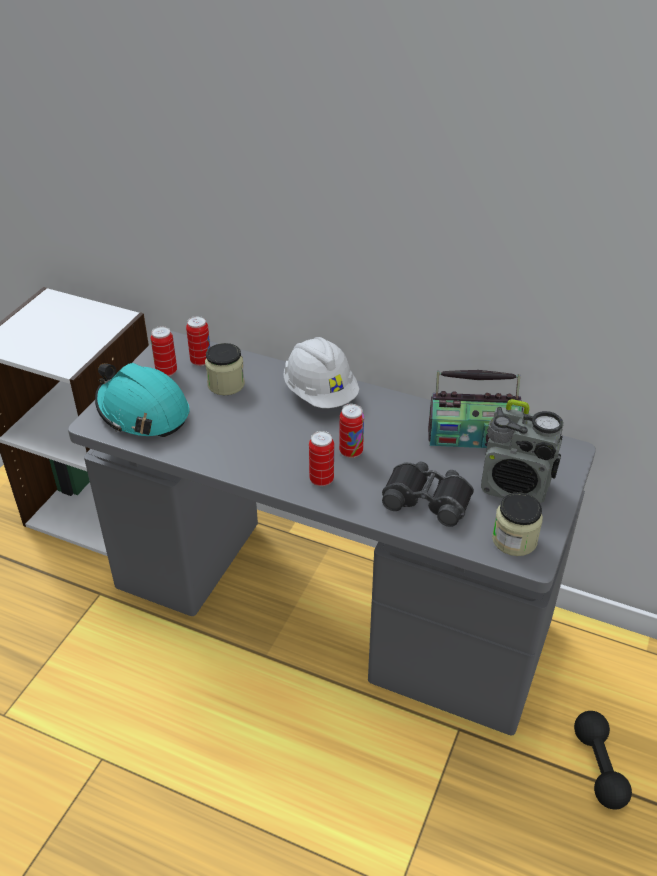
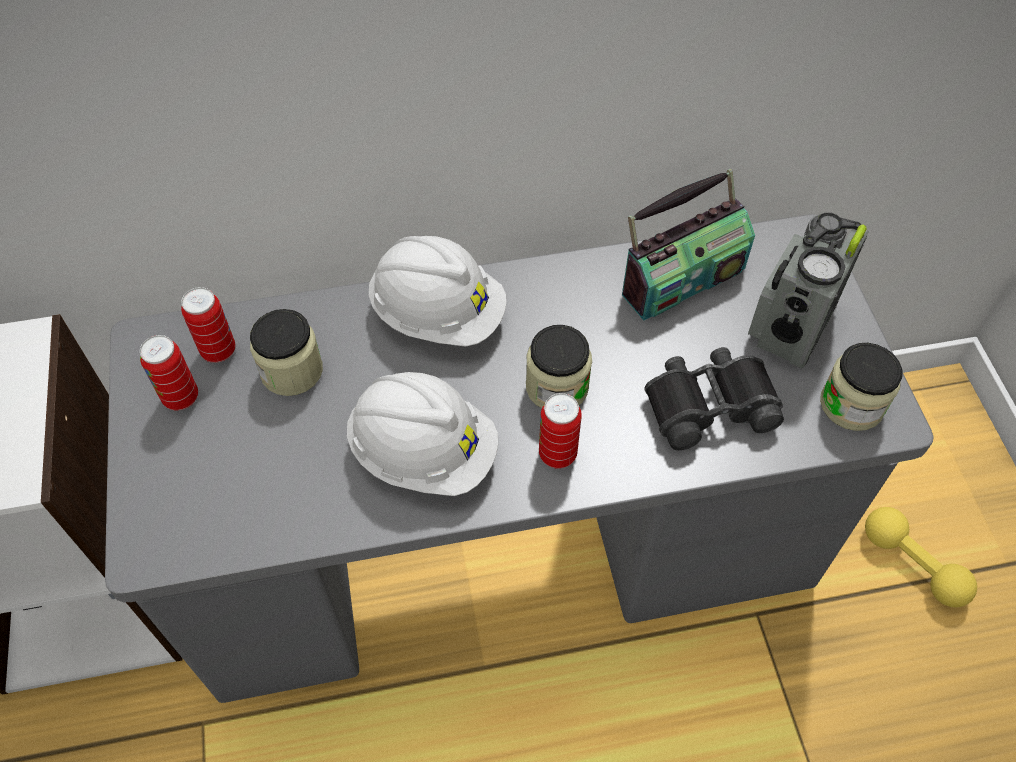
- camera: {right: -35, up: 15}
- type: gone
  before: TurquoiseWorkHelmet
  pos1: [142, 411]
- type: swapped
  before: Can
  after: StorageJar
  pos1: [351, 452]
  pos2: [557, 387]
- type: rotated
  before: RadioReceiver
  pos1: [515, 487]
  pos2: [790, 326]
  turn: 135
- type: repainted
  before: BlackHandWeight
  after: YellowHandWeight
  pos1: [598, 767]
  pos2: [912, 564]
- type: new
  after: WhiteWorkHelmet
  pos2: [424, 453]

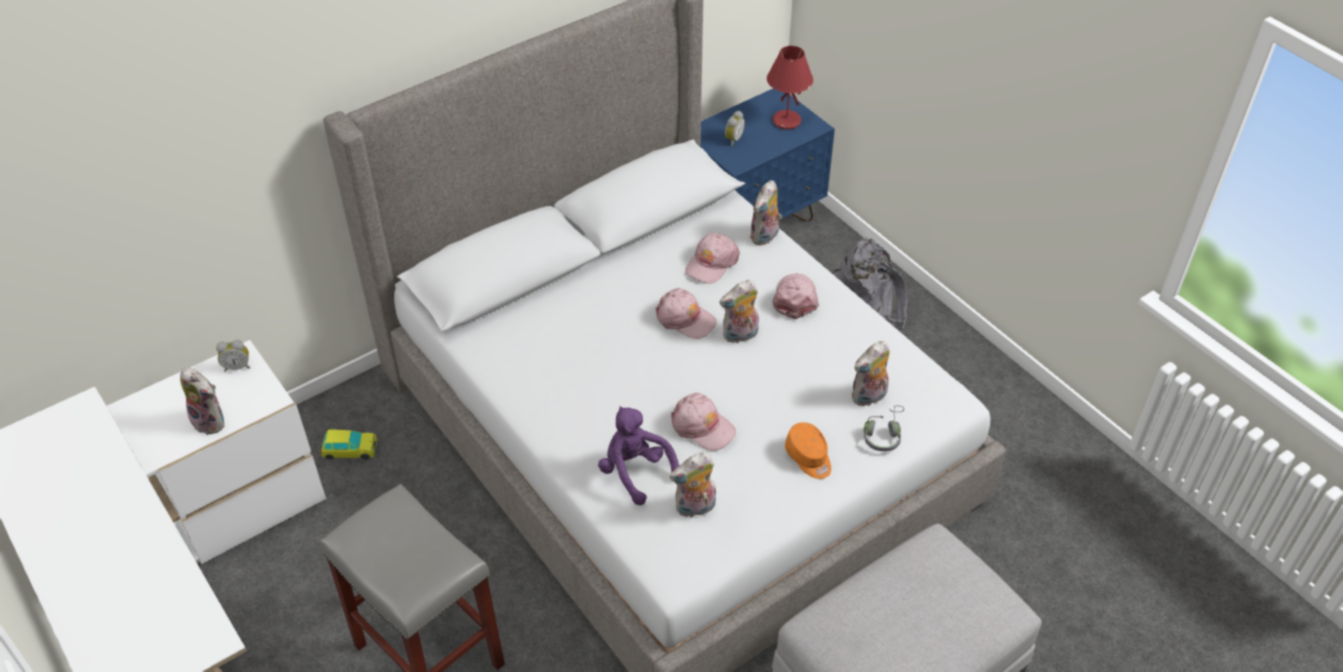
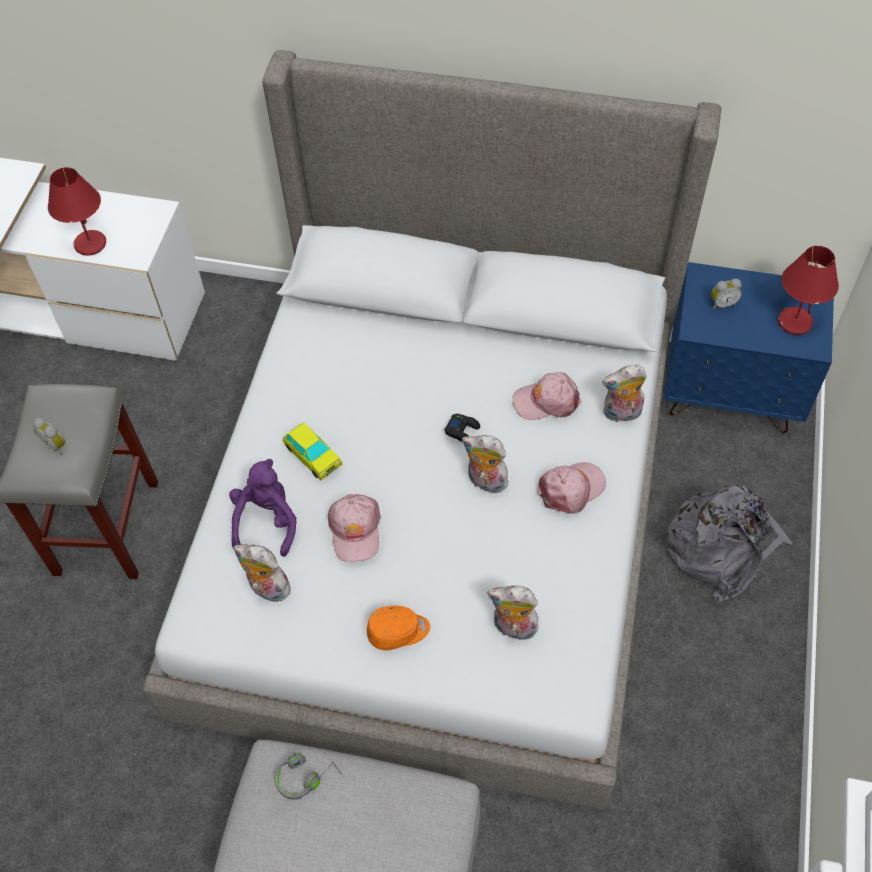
- camera: {right: 50, up: 10}
- type: swapped
  before: SoftToy
  after: RedLampForATable
  pos1: [211, 421]
  pos2: [90, 244]
- type: shifted
  before: BedsideClock
  pos1: [237, 366]
  pos2: [56, 445]
- type: shifted
  before: ModelCar
  pos1: [350, 450]
  pos2: [313, 456]
- type: swapped
  before: PinkPeakedCap
  after: BlackJoypad
  pos1: [685, 319]
  pos2: [462, 431]
- type: rotated
  before: OrangePeakedCap
  pos1: [809, 458]
  pos2: [399, 631]
  turn: -120
- type: shifted
  before: GreyHeadphones
  pos1: [883, 434]
  pos2: [305, 776]

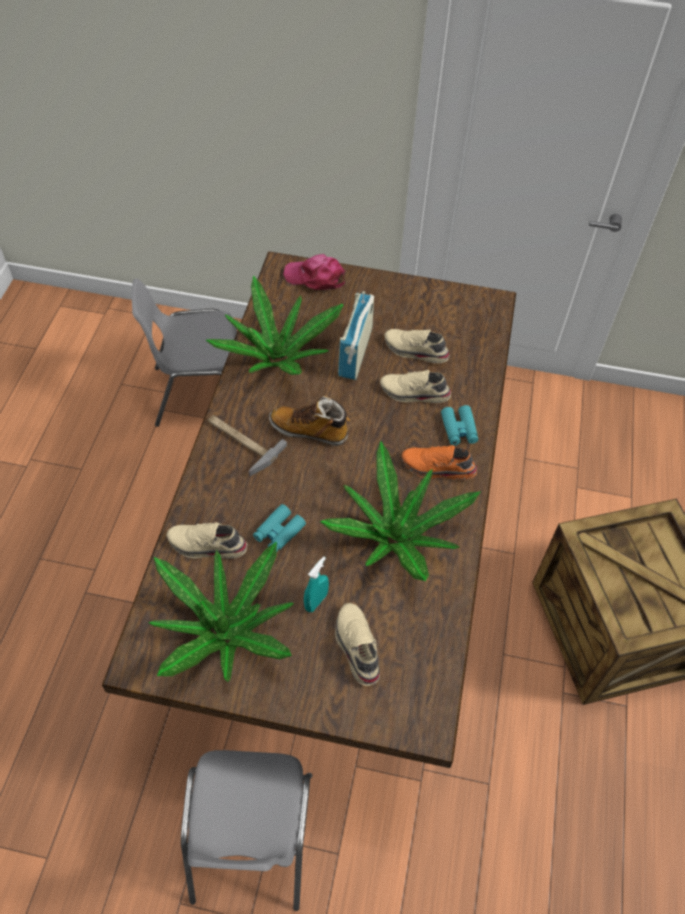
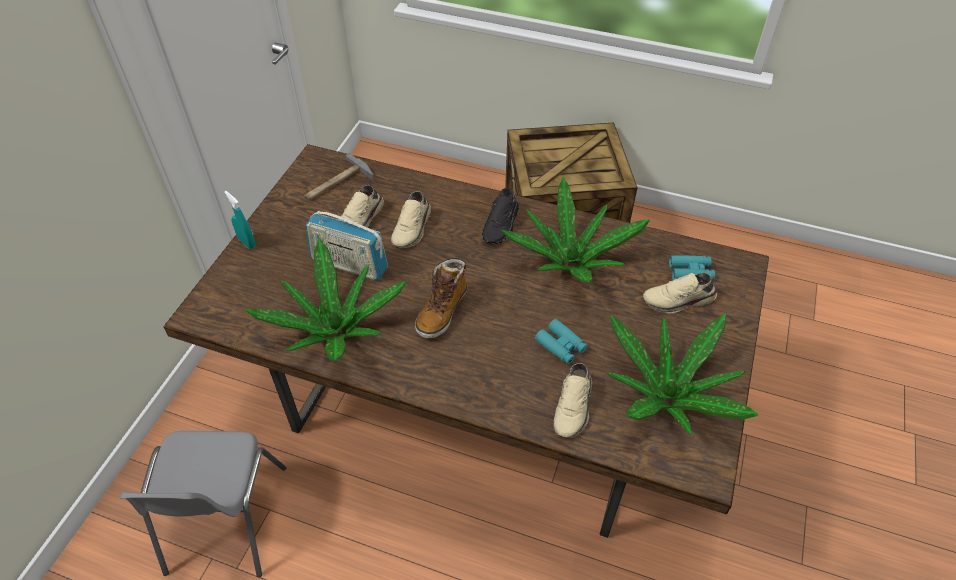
- camera: {right: -80, up: -5}
- type: gone
  before: GreyPlainChair
  pos1: [250, 839]
- type: shifted
  before: Hammer
  pos1: [240, 442]
  pos2: [337, 183]
- type: gone
  before: PinkPeakedCap
  pos1: [315, 277]
- type: shifted
  before: TurquoiseHandSprayer
  pos1: [316, 601]
  pos2: [247, 242]
- type: repainted
  before: OrangeShoe
  after: BlackShoe
  pos1: [437, 469]
  pos2: [502, 225]
- type: shifted
  before: TurquoisePairOfBinoculars
  pos1: [459, 429]
  pos2: [690, 272]

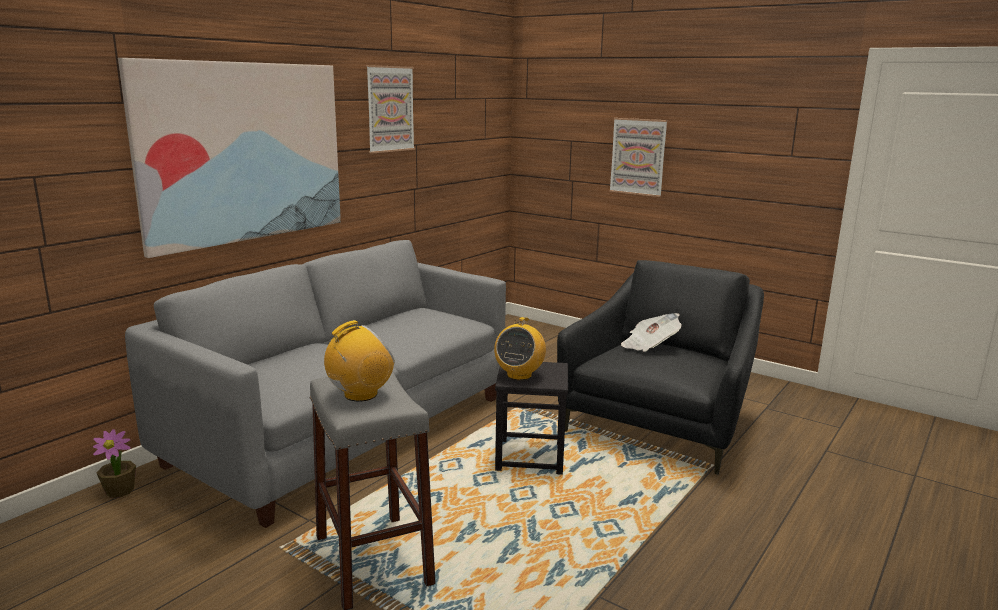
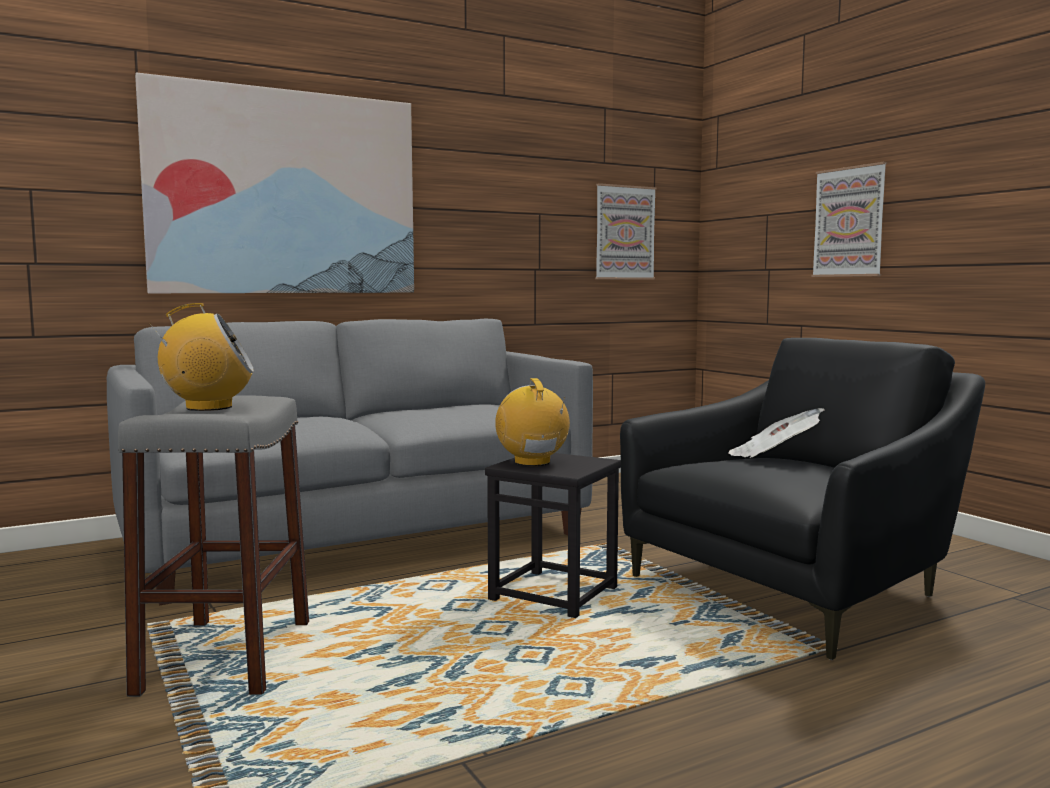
- camera: {right: 25, up: -10}
- type: gone
  before: Houseplant
  pos1: [120, 491]
- type: shifted
  before: WallArt
  pos1: [390, 109]
  pos2: [624, 233]
- type: rotated
  before: RadioReceiver
  pos1: [519, 375]
  pos2: [532, 462]
  turn: 120

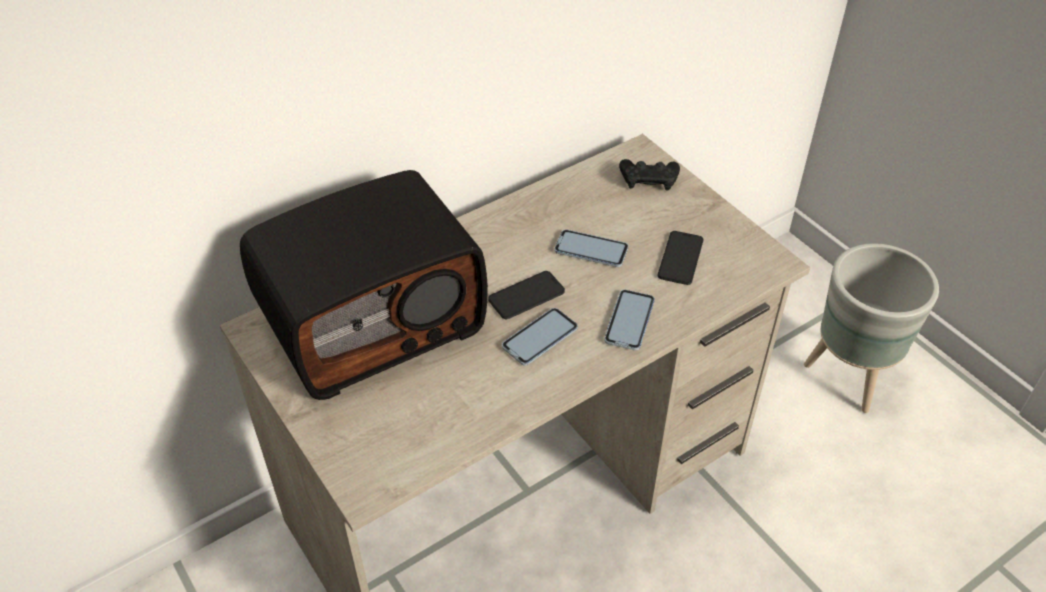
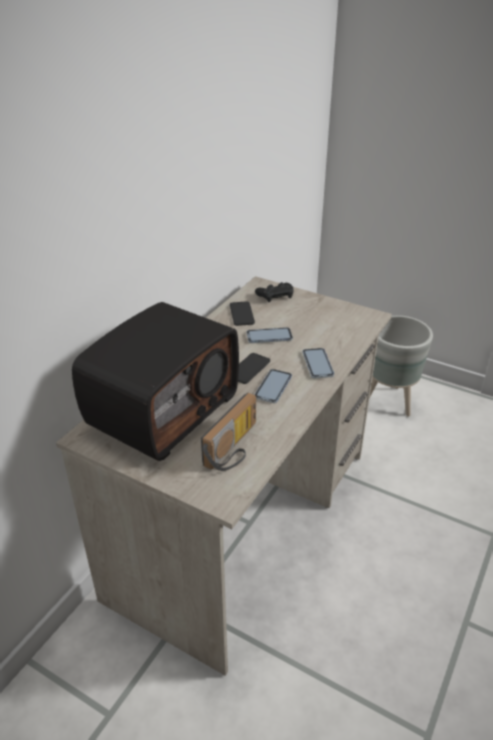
- camera: {right: -25, up: -10}
- type: shifted
  before: Handset
  pos1: [680, 258]
  pos2: [241, 314]
- type: new
  after: RadioReceiver
  pos2: [235, 448]

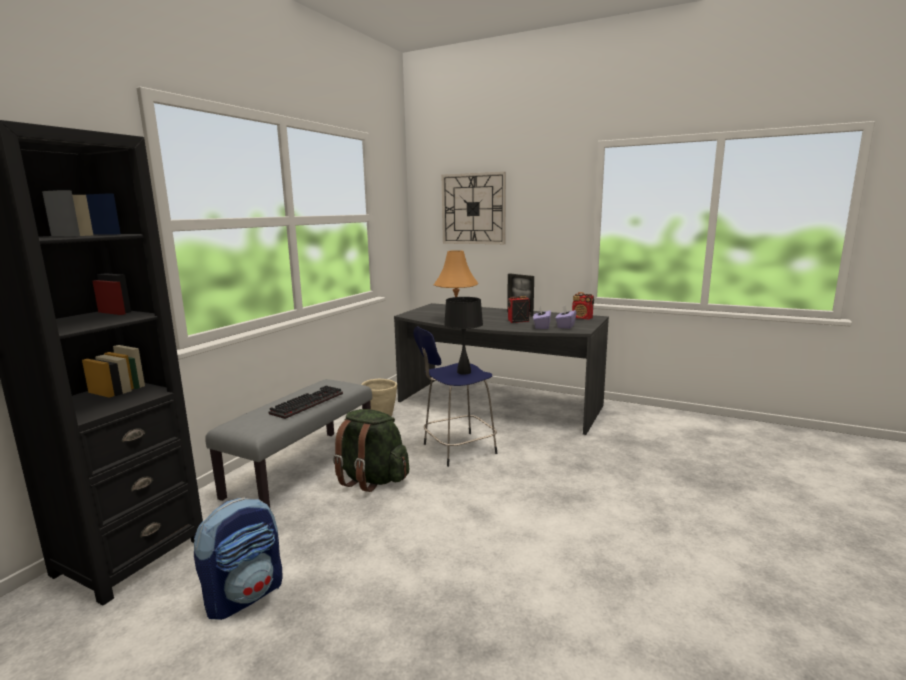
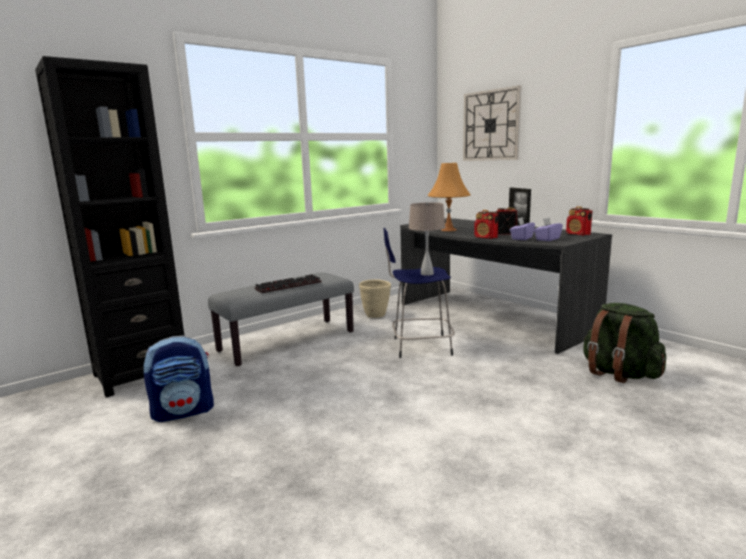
- camera: {right: 25, up: 0}
- type: shifted
  before: GreenColouredBackpack
  pos1: [372, 479]
  pos2: [619, 373]
- type: repainted
  before: BlackLampForATable
  after: BeigeLampForATable
  pos1: [464, 372]
  pos2: [427, 274]
- type: new
  after: RadioReceiver
  pos2: [486, 237]

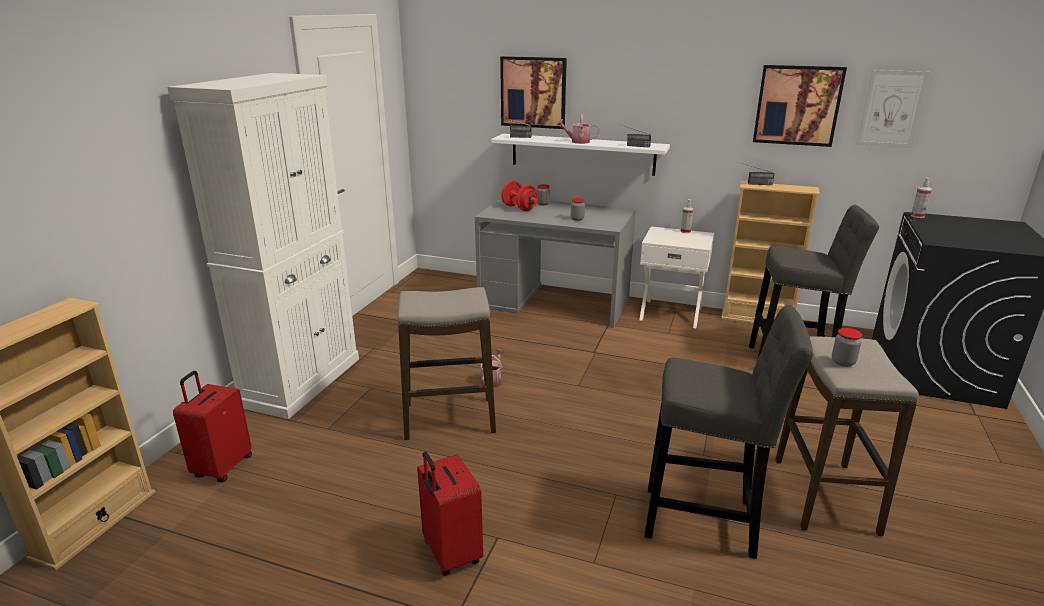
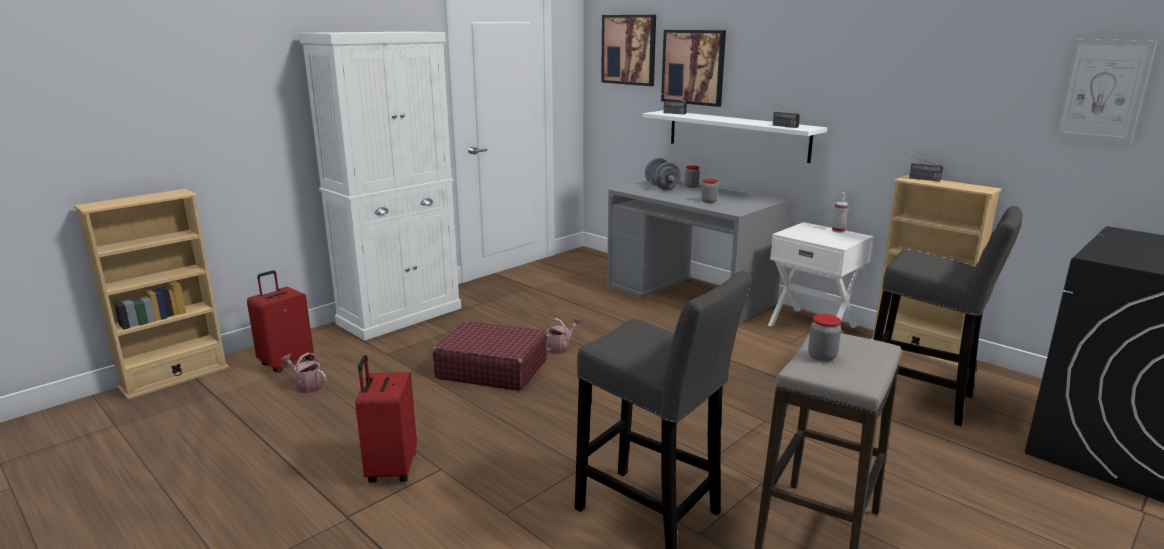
- camera: {right: 25, up: -5}
- type: swapped
  before: StoolSeat
  after: RedPieceOfLuggage
  pos1: [449, 419]
  pos2: [492, 369]
- type: repainted
  before: RedHandWeight
  after: GreyHandWeight
  pos1: [519, 208]
  pos2: [662, 187]
- type: shifted
  before: WateringPot
  pos1: [577, 141]
  pos2: [306, 386]
- type: shifted
  before: WallArt
  pos1: [797, 105]
  pos2: [629, 49]
- type: gone
  before: HandSprayer
  pos1: [917, 216]

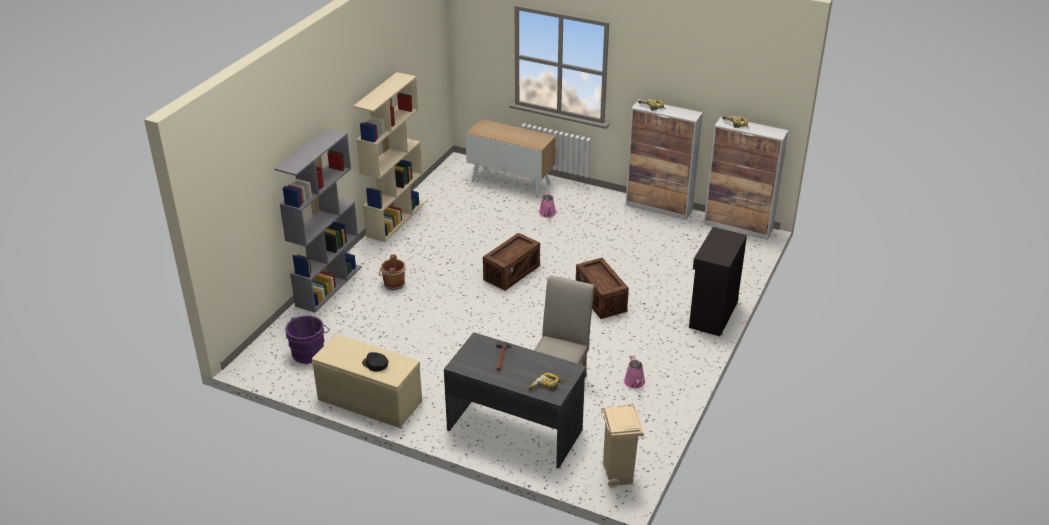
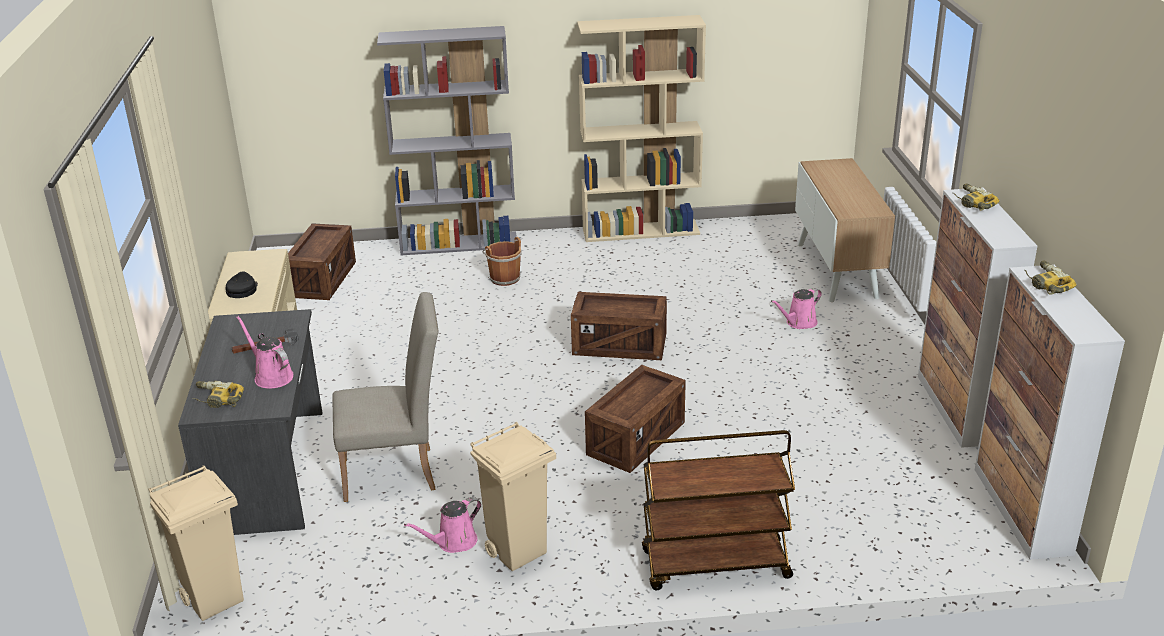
- camera: {right: 60, up: -5}
- type: swapped
  before: PurplePail
  after: Crate
  pos1: [310, 352]
  pos2: [323, 280]
- type: swapped
  before: BlackCupboard
  after: BrownishCart
  pos1: [712, 315]
  pos2: [714, 565]
- type: new
  after: PinkWateringPot
  pos2: [271, 376]
- type: new
  after: BeigeTrashCan
  pos2: [518, 552]

